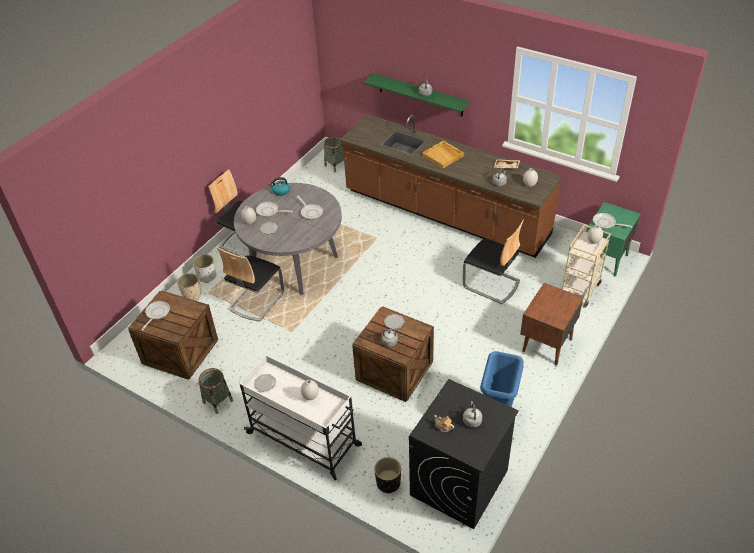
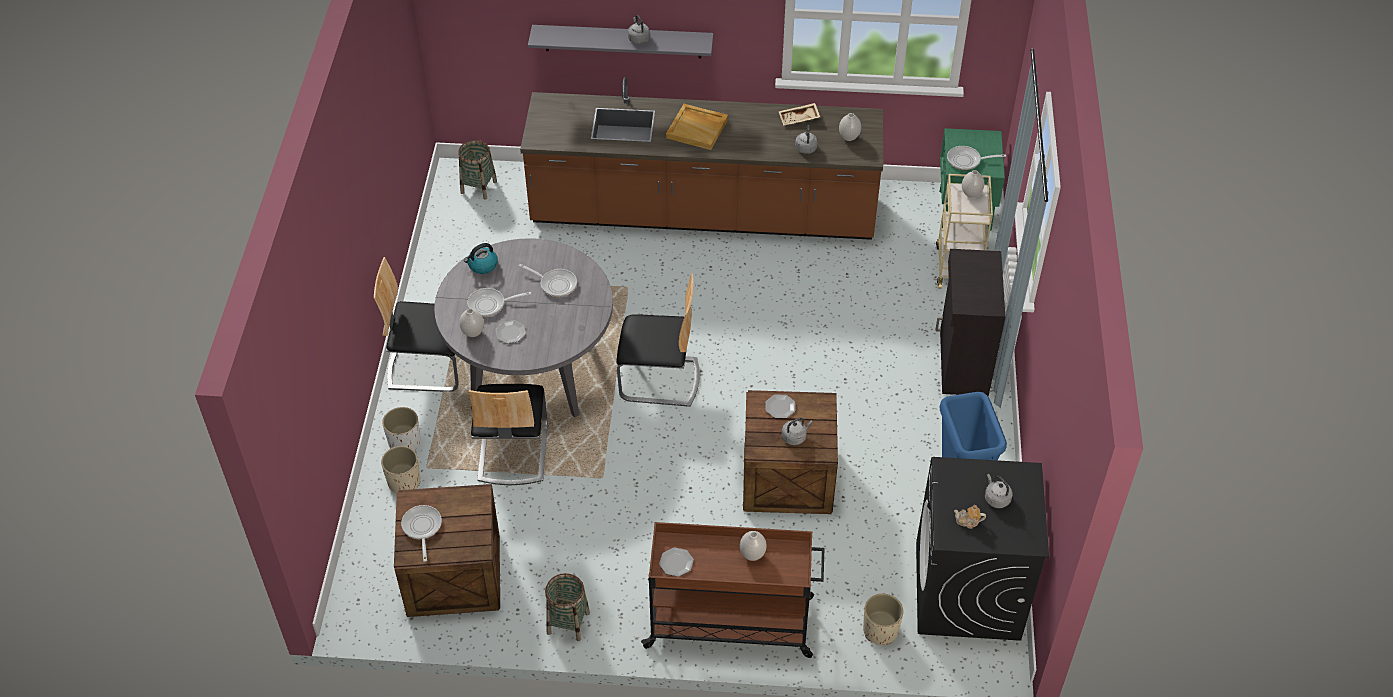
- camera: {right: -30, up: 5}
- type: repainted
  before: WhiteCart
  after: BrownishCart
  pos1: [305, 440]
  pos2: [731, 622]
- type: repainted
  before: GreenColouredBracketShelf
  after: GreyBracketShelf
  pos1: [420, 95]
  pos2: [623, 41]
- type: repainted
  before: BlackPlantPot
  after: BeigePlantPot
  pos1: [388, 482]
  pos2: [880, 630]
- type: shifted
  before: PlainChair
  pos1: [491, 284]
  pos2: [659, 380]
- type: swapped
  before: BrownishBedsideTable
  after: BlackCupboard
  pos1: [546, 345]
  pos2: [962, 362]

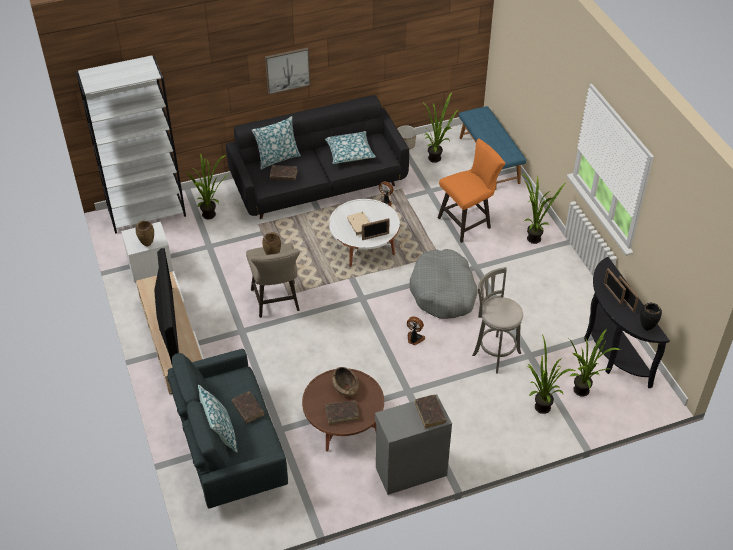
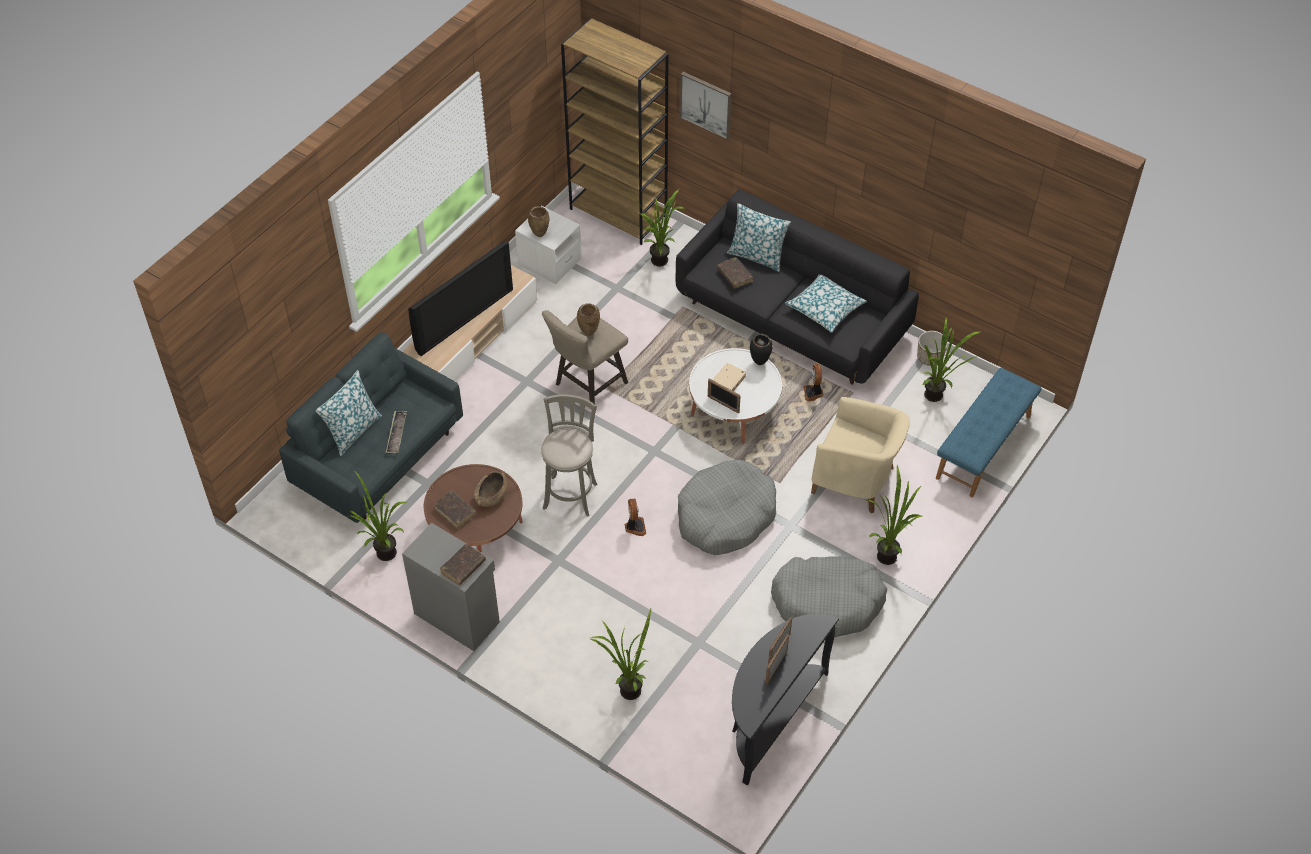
- camera: {right: 55, up: 5}
- type: repainted
  before: WhiteShelvingUnit
  after: BrownishShelvingUnit
  pos1: [147, 212]
  pos2: [619, 214]
- type: swapped
  before: BrownishVolume
  after: CarryingTray
  pos1: [248, 409]
  pos2: [396, 434]
- type: shifted
  before: WallArt
  pos1: [287, 70]
  pos2: [706, 104]
- type: swapped
  before: OrangeStoolSeat
  after: BeigeLoungeChair
  pos1: [467, 222]
  pos2: [856, 481]
- type: shifted
  before: GreyStoolSeat
  pos1: [494, 352]
  pos2: [571, 493]
- type: shifted
  before: Houseplant
  pos1: [583, 394]
  pos2: [383, 557]
- type: shifted
  before: BlackDecorativeVase
  pos1: [646, 328]
  pos2: [760, 363]
- type: new
  after: GreyDogCushion
  pos2: [828, 602]

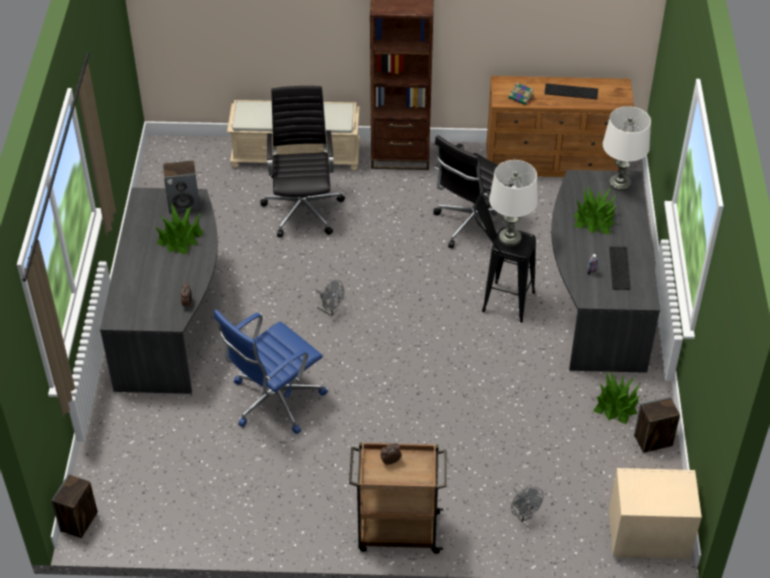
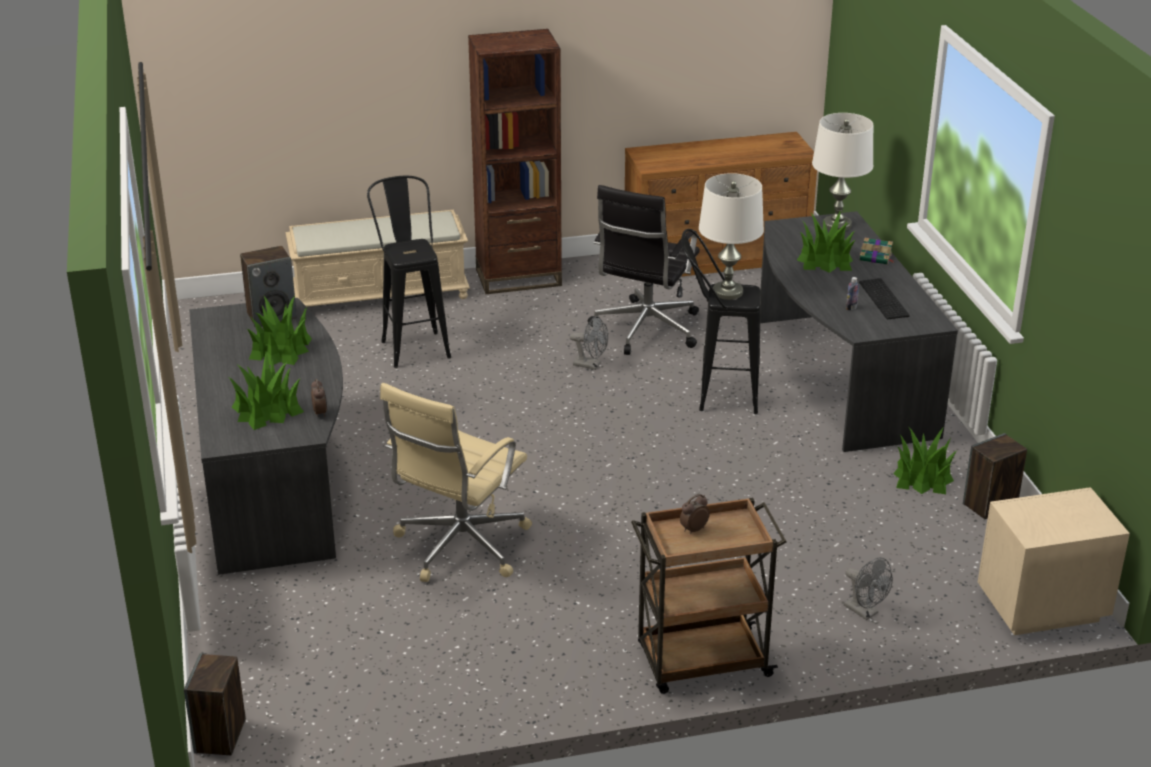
- camera: {right: -15, up: -15}
- type: repainted
  before: BluishComputerChair
  after: BeigeComputerChair
  pos1: [274, 401]
  pos2: [459, 547]
- type: swapped
  before: BlackComputerChair
  after: BlackStoolSeat
  pos1: [303, 209]
  pos2: [413, 344]
- type: shifted
  before: GreyCoolingFan
  pos1: [330, 310]
  pos2: [591, 365]
- type: shifted
  before: Volume
  pos1: [521, 98]
  pos2: [876, 258]
- type: gone
  before: PcKeyboard
  pos1: [571, 91]
- type: new
  after: Houseplant
  pos2: [266, 410]

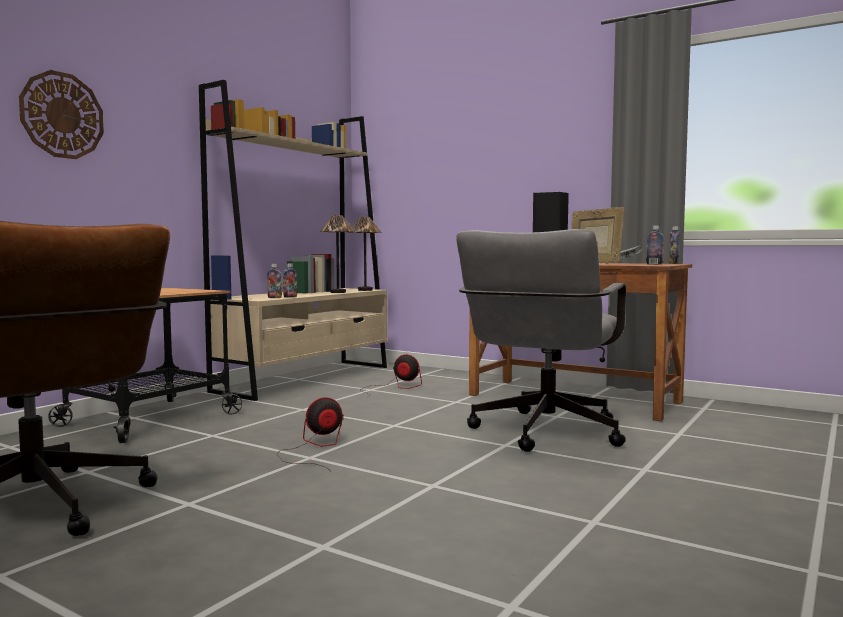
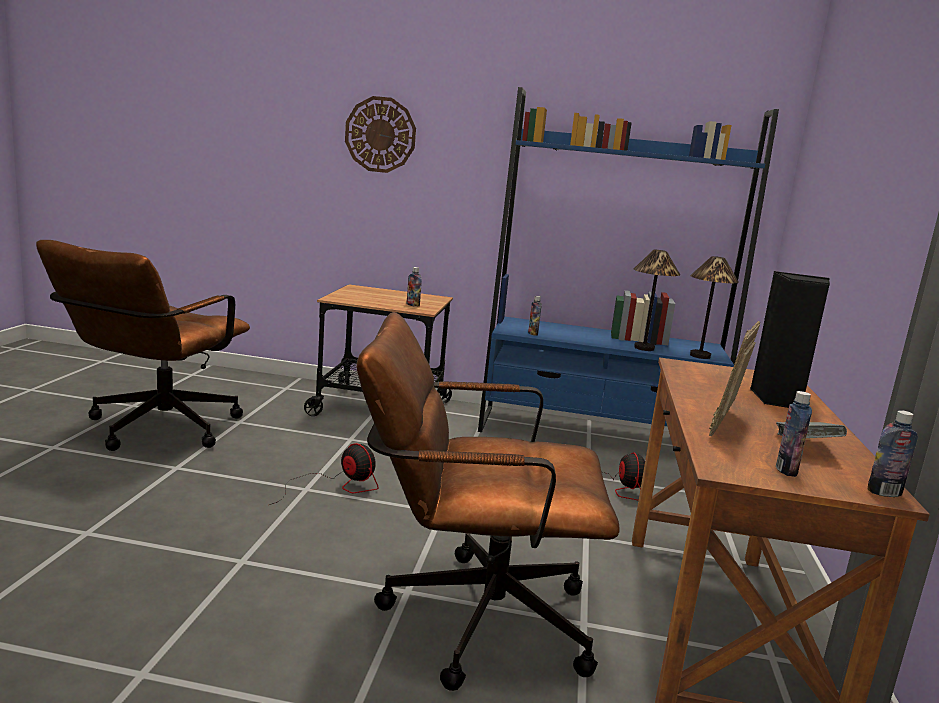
- camera: {right: 65, up: 10}
- type: repainted
  before: BeigeShelvingUnit
  after: BluishShelvingUnit
  pos1: [306, 378]
  pos2: [596, 436]
- type: shifted
  before: Bottle
  pos1: [290, 297]
  pos2: [413, 305]
- type: repainted
  before: GreyComputerChair
  after: BrownishComputerChair
  pos1: [542, 435]
  pos2: [468, 617]

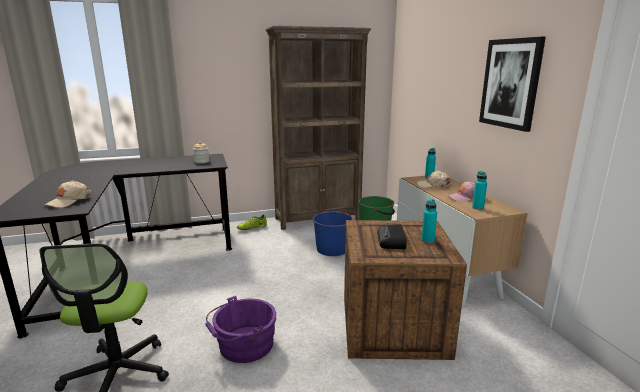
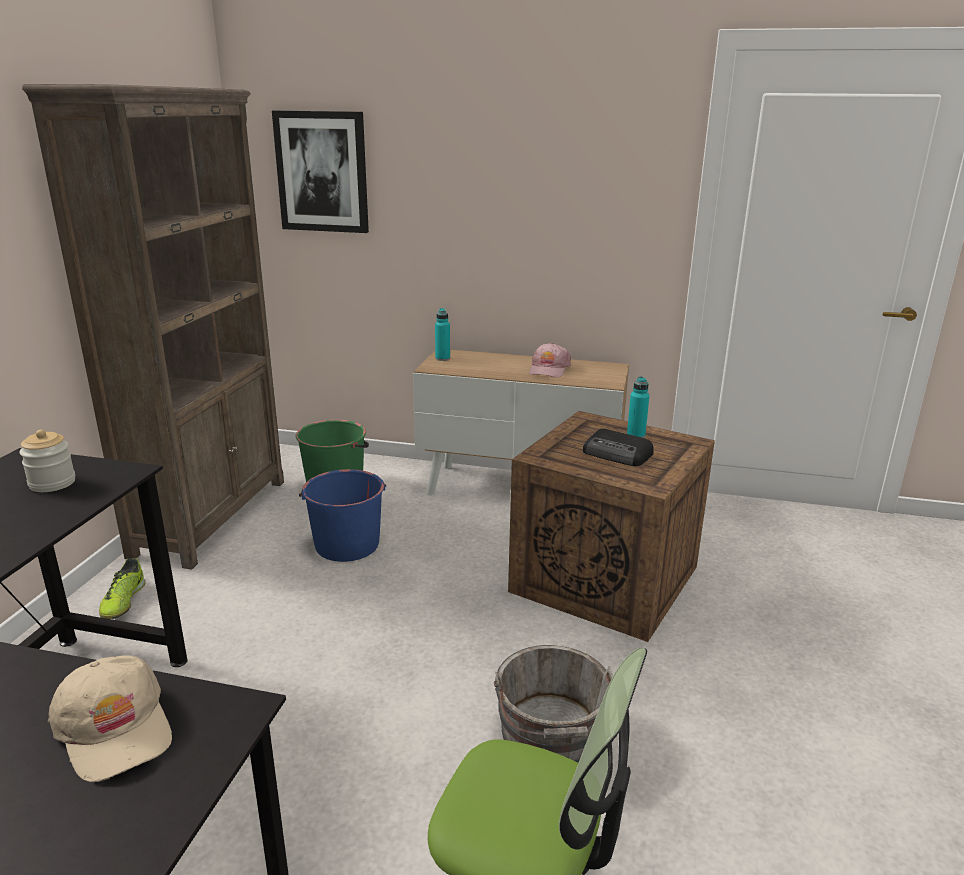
- camera: {right: -60, up: 5}
- type: repainted
  before: PurplePail
  after: GreyPail
  pos1: [243, 346]
  pos2: [552, 737]
- type: gone
  before: BeigePeakedCap
  pos1: [434, 185]
- type: gone
  before: TurquoiseBottle
  pos1: [477, 208]
- type: shifted
  before: WallArt
  pos1: [510, 83]
  pos2: [322, 172]

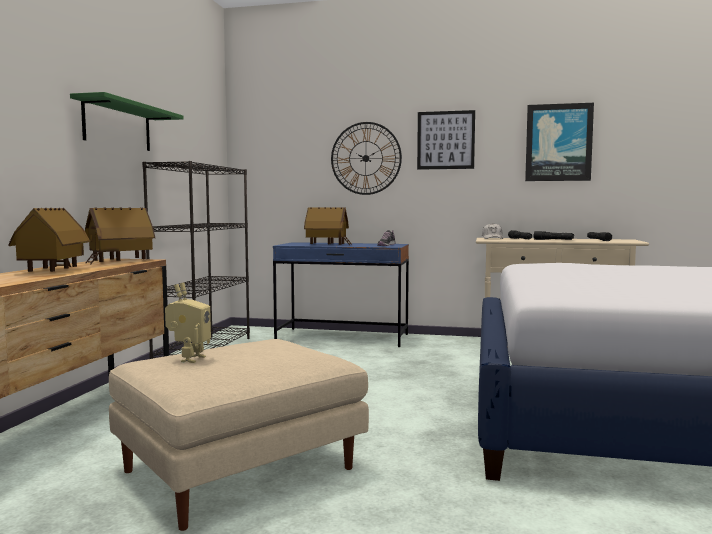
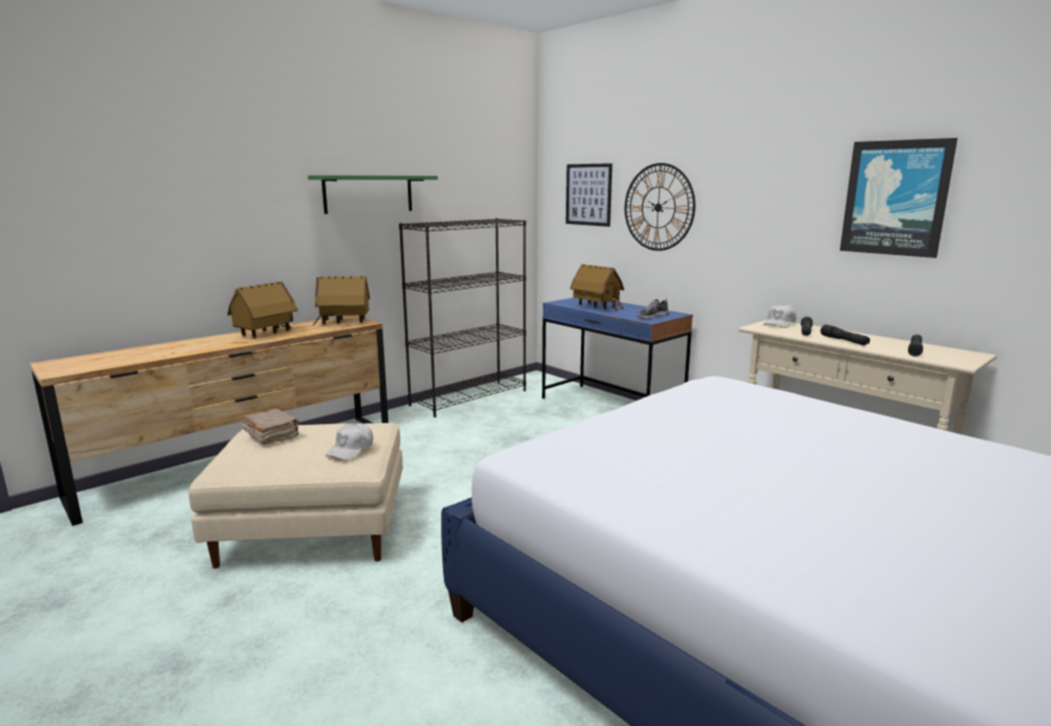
- camera: {right: 35, up: 10}
- type: swapped
  before: ToyRobot
  after: BrownishVolume
  pos1: [189, 359]
  pos2: [272, 436]
- type: shifted
  before: WallArt
  pos1: [445, 140]
  pos2: [588, 194]
- type: new
  after: WhitePeakedCap
  pos2: [351, 450]

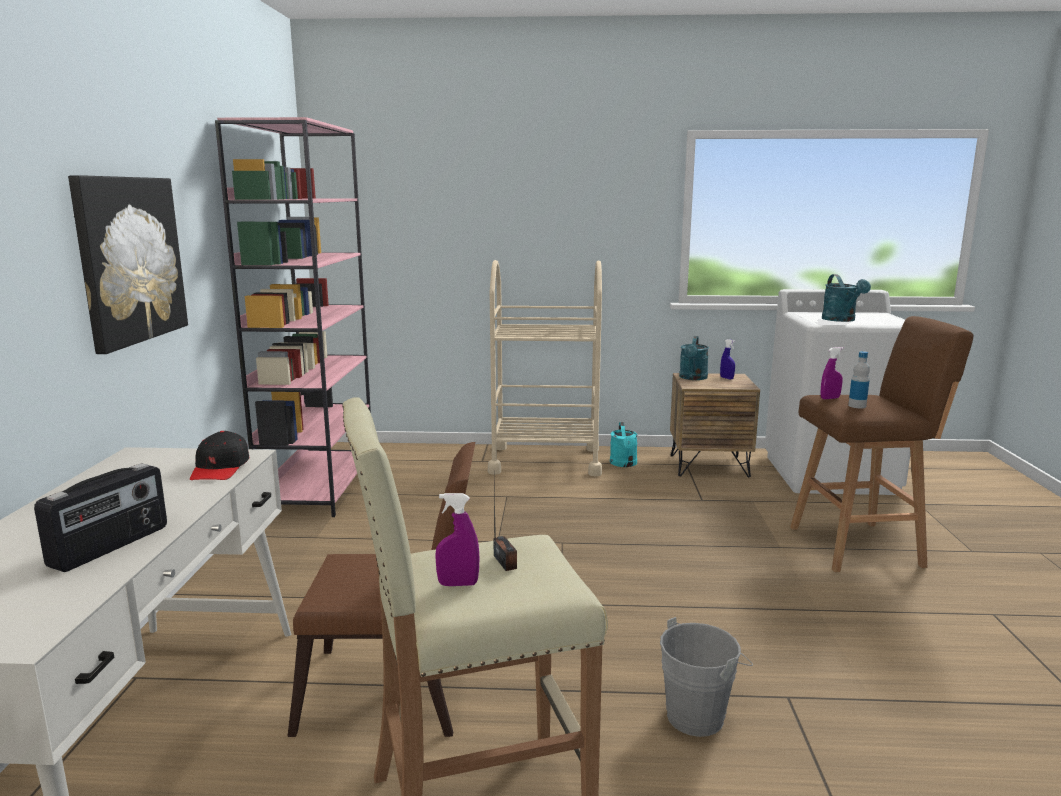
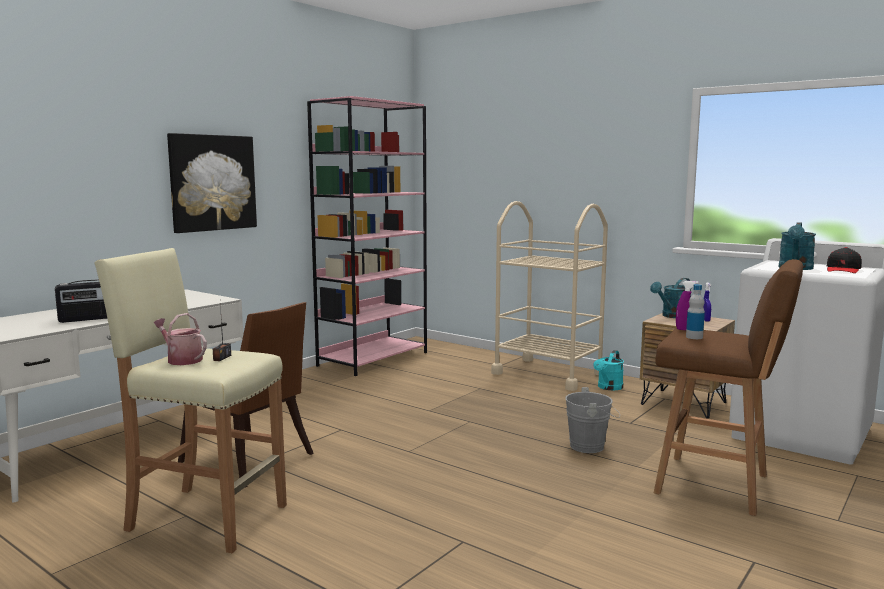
- camera: {right: 35, up: -5}
- type: shifted
  before: BlackPeakedCap
  pos1: [220, 468]
  pos2: [843, 270]
- type: swapped
  before: PurpleHandSprayer
  after: WateringPot
  pos1: [458, 584]
  pos2: [181, 360]
- type: shifted
  before: GreyPail
  pos1: [700, 715]
  pos2: [591, 446]

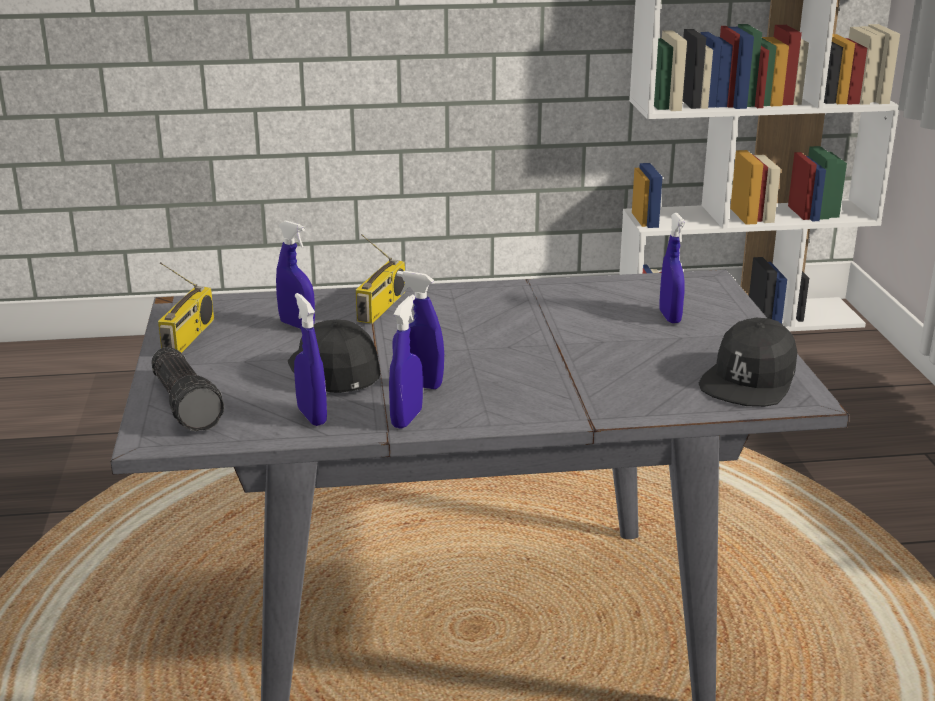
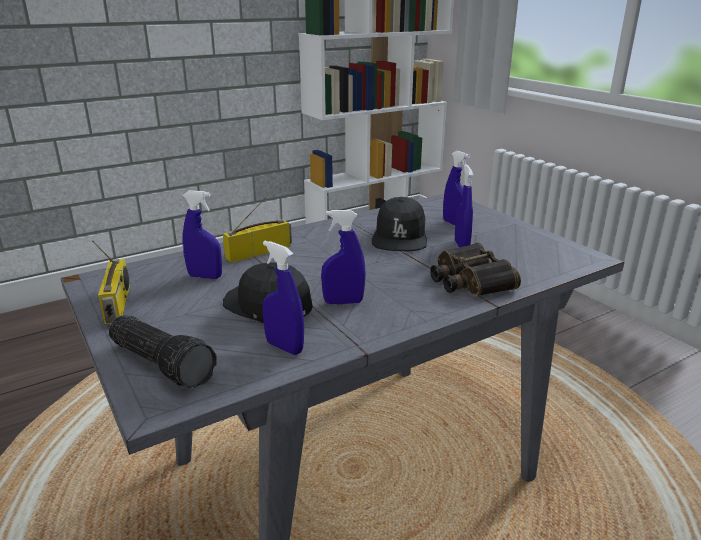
- camera: {right: -25, up: 0}
- type: rotated
  before: RadioReceiver
  pos1: [382, 307]
  pos2: [259, 251]
  turn: -120
- type: shifted
  before: BluishHandSprayer
  pos1: [406, 419]
  pos2: [461, 245]
- type: shifted
  before: BlackPeakedCap
  pos1: [750, 380]
  pos2: [399, 237]
- type: new
  after: PairOfBinoculars
  pos2: [469, 280]

